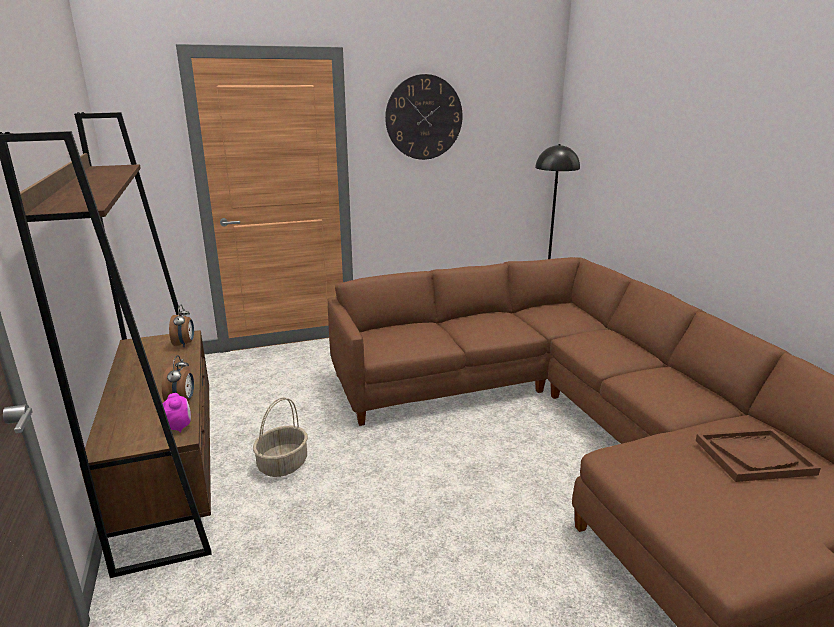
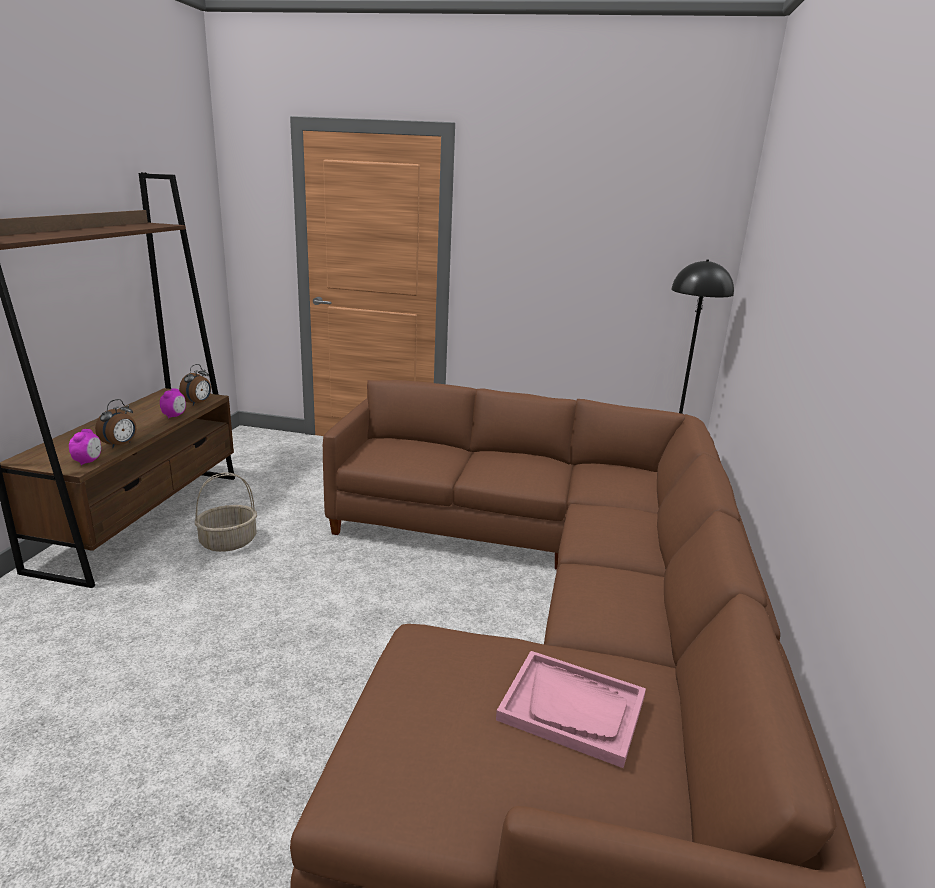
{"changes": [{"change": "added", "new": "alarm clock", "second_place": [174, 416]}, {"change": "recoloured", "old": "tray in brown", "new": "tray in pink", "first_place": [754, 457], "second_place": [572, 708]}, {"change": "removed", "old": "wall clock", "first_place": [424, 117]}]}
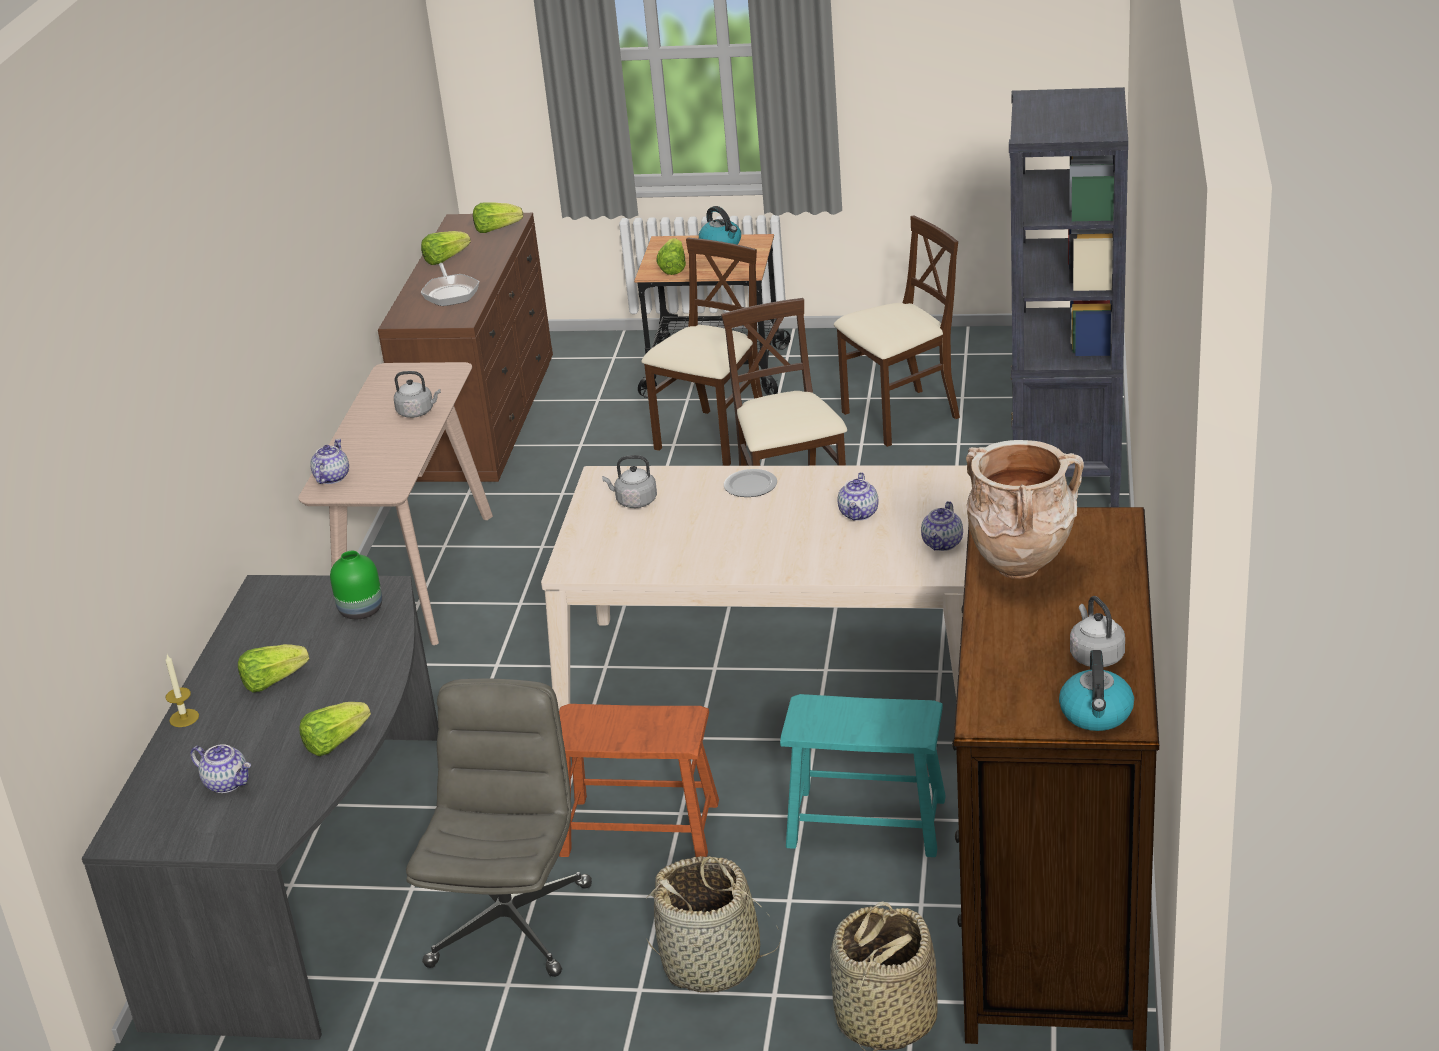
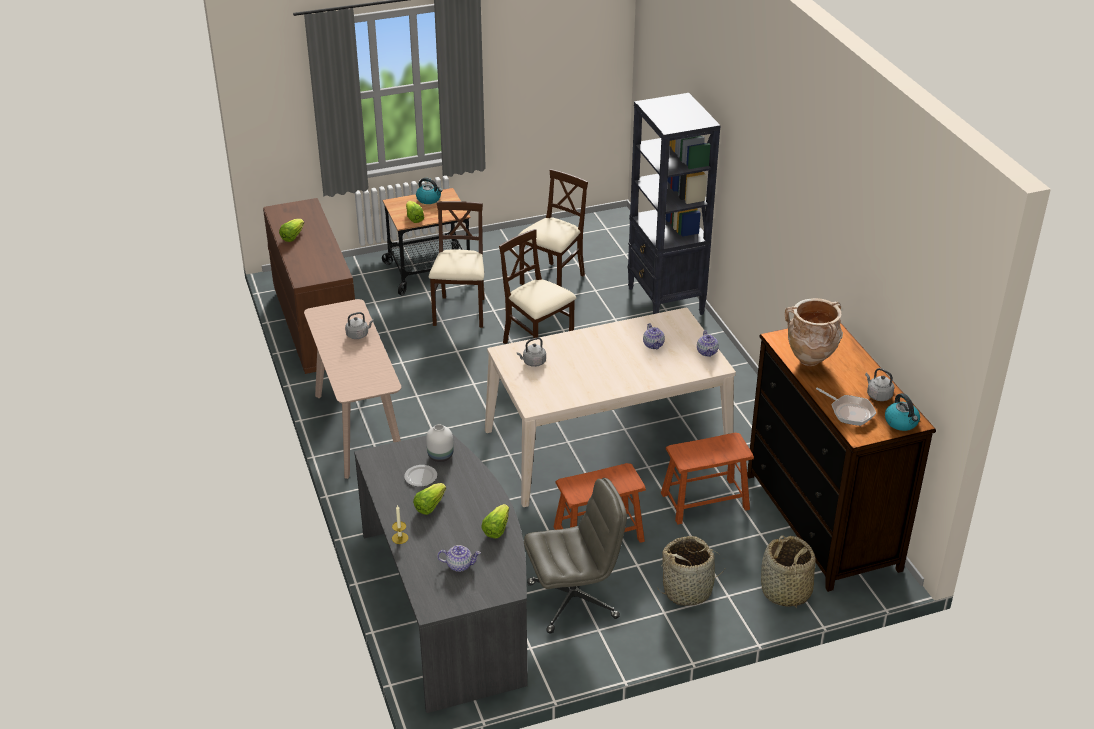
{"changes": [{"change": "moved", "old": "plate", "first_place": [751, 485], "second_place": [421, 476]}, {"change": "recoloured", "old": "vase in green", "new": "vase in white", "first_place": [362, 610], "second_place": [440, 455]}, {"change": "turned", "old": "office chair in grey", "first_place": [510, 923], "second_place": [574, 600], "degrees": 90}, {"change": "recoloured", "old": "stool in turquoise", "new": "stool in brown", "first_place": [866, 822], "second_place": [705, 501]}, {"change": "moved", "old": "frying pan", "first_place": [450, 293], "second_place": [849, 412]}, {"change": "removed", "old": "teapot", "first_place": [331, 477]}, {"change": "removed", "old": "lettuce", "first_place": [496, 229]}]}
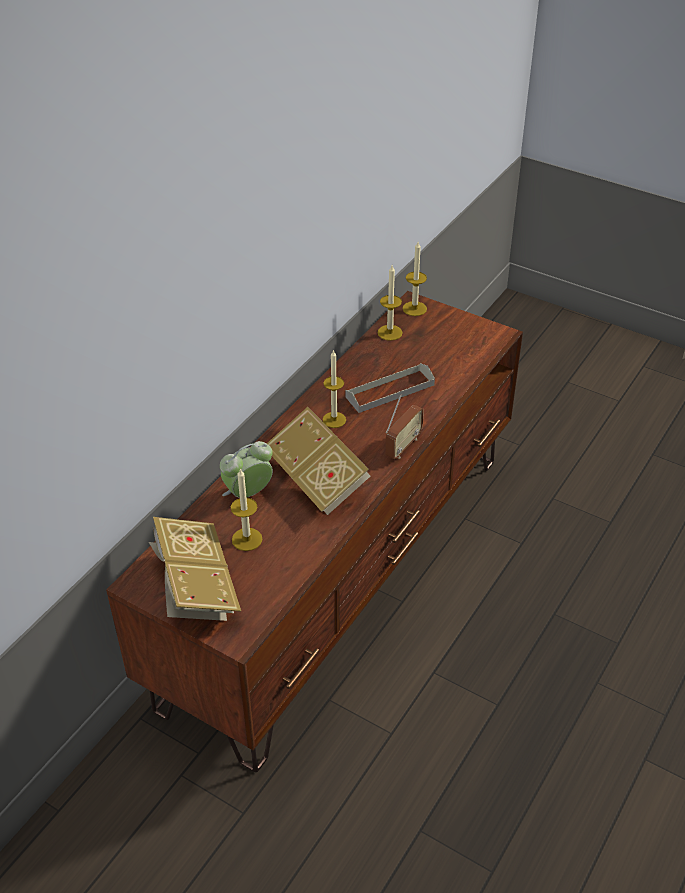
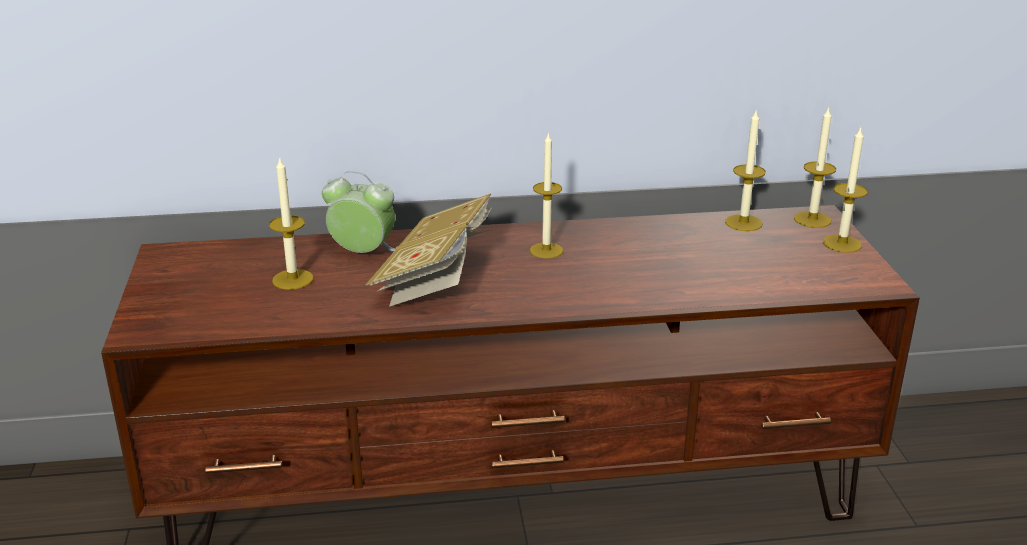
{"changes": [{"change": "added", "new": "candle", "second_place": [842, 243]}, {"change": "removed", "old": "book", "first_place": [195, 587]}, {"change": "removed", "old": "tray in grey", "first_place": [390, 391]}, {"change": "removed", "old": "radio", "first_place": [403, 446]}]}
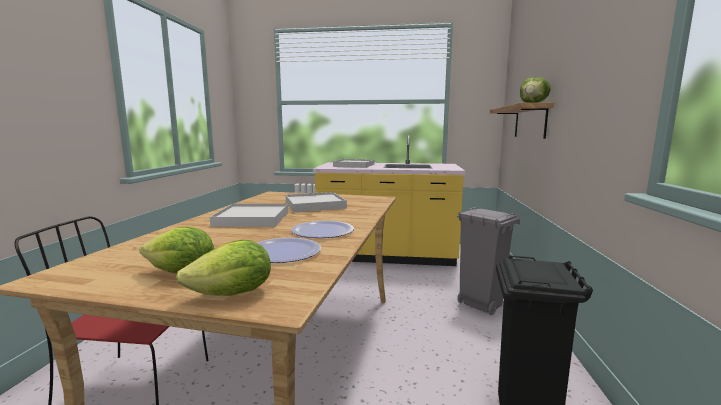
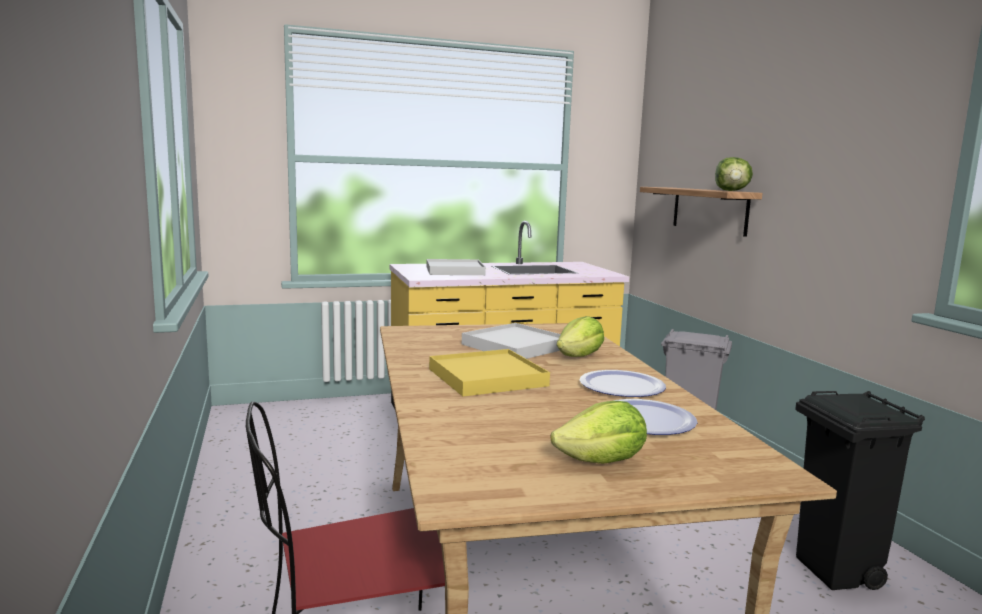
{"changes": [{"change": "recoloured", "old": "tray in white", "new": "tray in yellow", "first_place": [252, 218], "second_place": [487, 377]}, {"change": "moved", "old": "lettuce", "first_place": [233, 294], "second_place": [580, 357]}]}
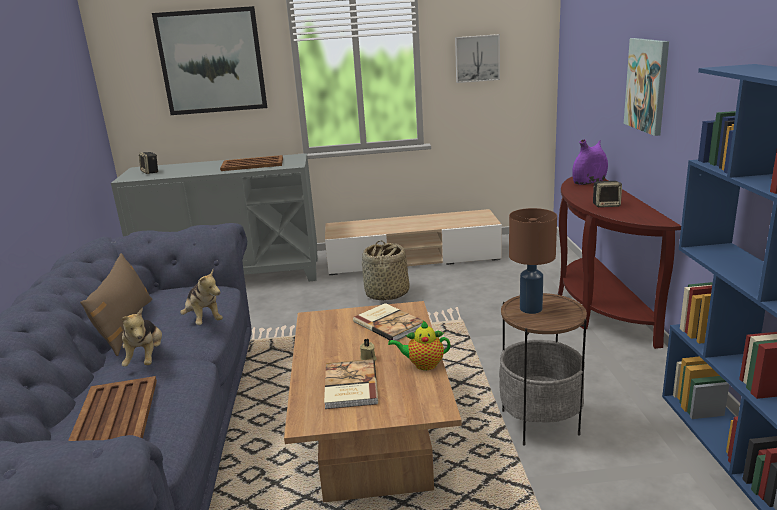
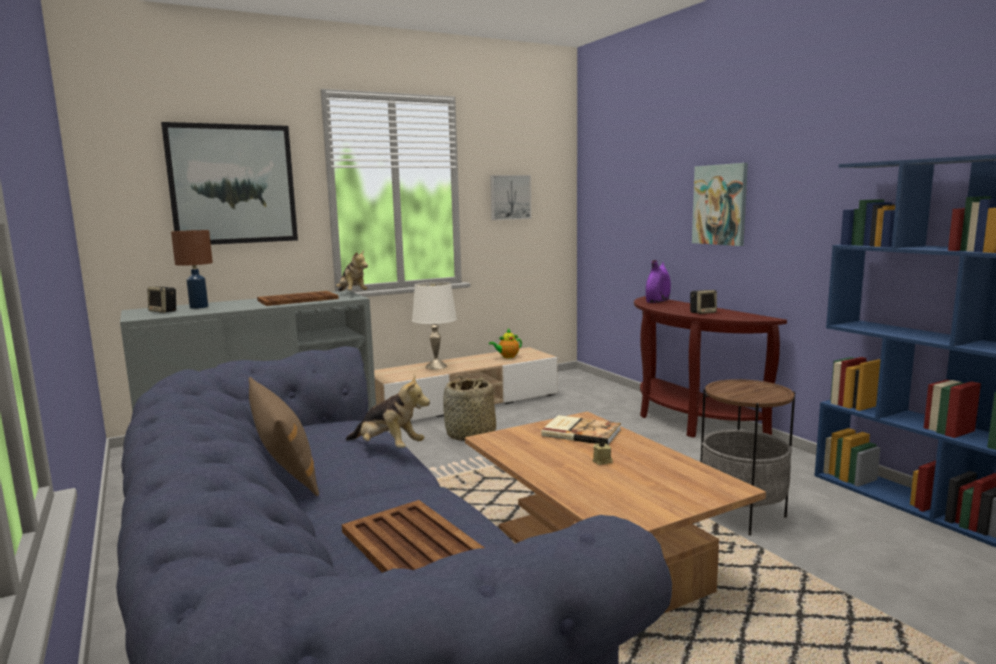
{"changes": [{"change": "moved", "old": "table lamp in brown", "first_place": [531, 309], "second_place": [199, 307]}, {"change": "moved", "old": "plush toy", "first_place": [146, 358], "second_place": [352, 294]}, {"change": "added", "new": "table lamp in white", "second_place": [436, 366]}, {"change": "moved", "old": "teapot", "first_place": [423, 365], "second_place": [507, 357]}, {"change": "removed", "old": "book", "first_place": [349, 386]}]}
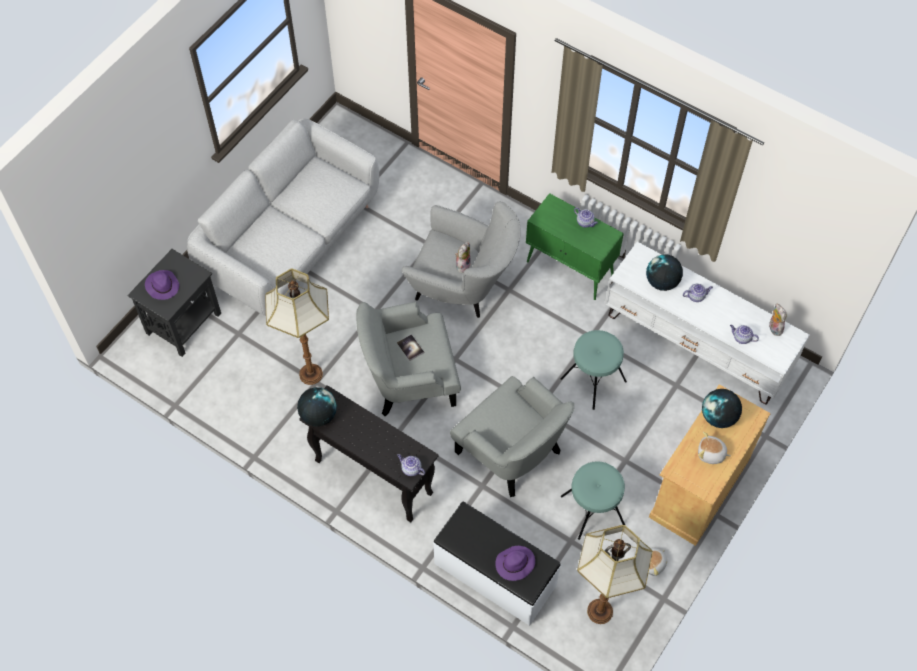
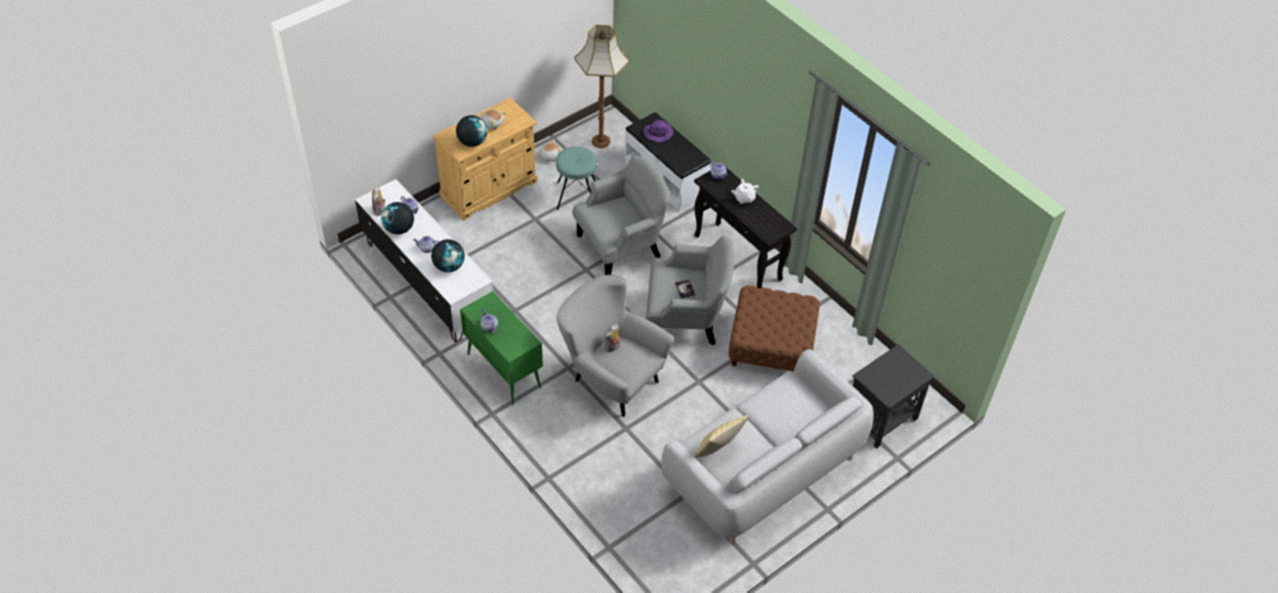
{"changes": [{"change": "moved", "old": "globe", "first_place": [318, 415], "second_place": [399, 229]}, {"change": "turned", "old": "armchair in grey", "first_place": [511, 452], "second_place": [621, 246], "degrees": 90}, {"change": "added", "new": "pillow", "second_place": [718, 449]}, {"change": "replaced", "old": "floor lamp", "new": "ottoman in brown", "first_place": [310, 374], "second_place": [772, 344]}, {"change": "added", "new": "teapot in white", "second_place": [744, 198]}, {"change": "removed", "old": "hat in purple", "first_place": [162, 286]}, {"change": "removed", "old": "stool in turquoise", "first_place": [593, 380]}]}
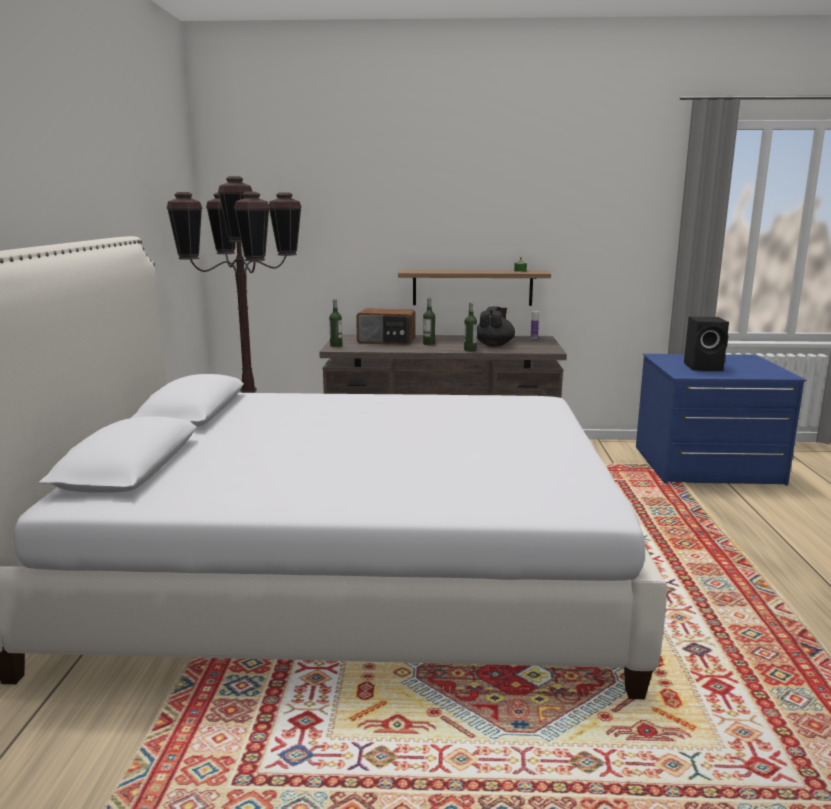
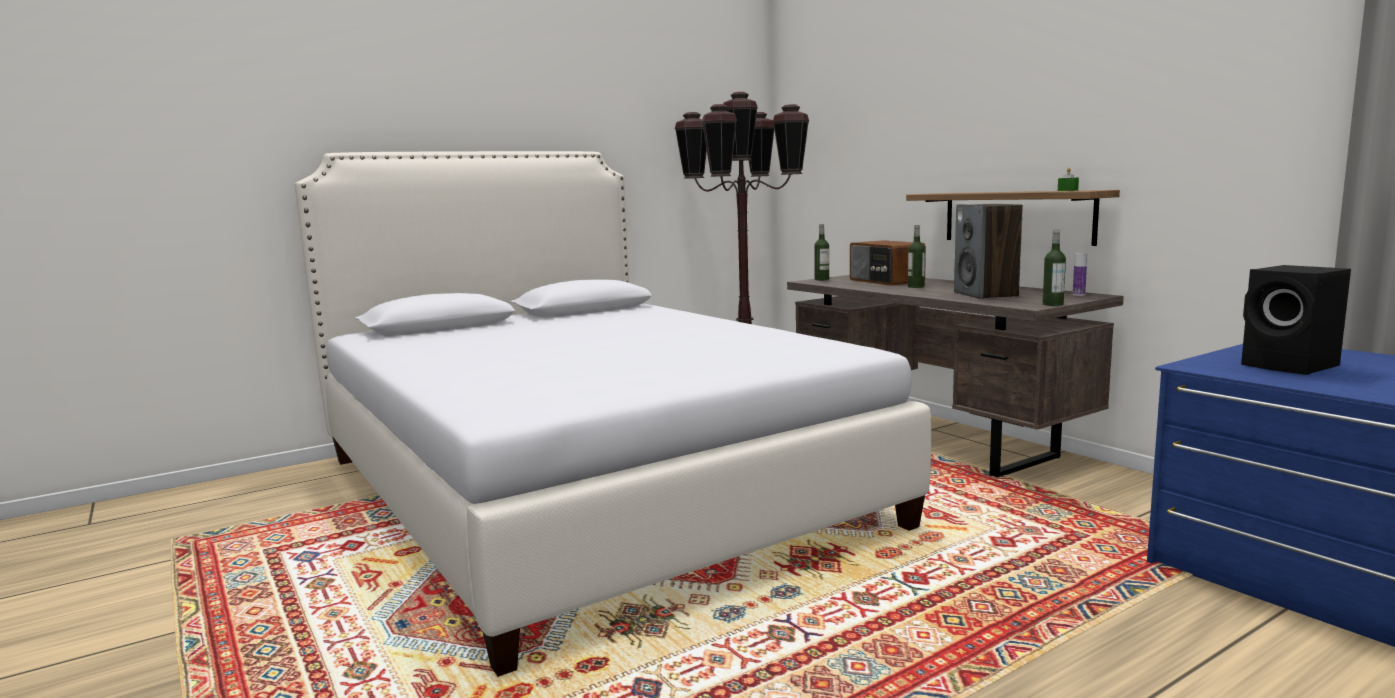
{"changes": [{"change": "replaced", "old": "teapot in black", "new": "speaker", "first_place": [494, 345], "second_place": [986, 294]}, {"change": "moved", "old": "bottle", "first_place": [470, 350], "second_place": [1052, 304]}]}
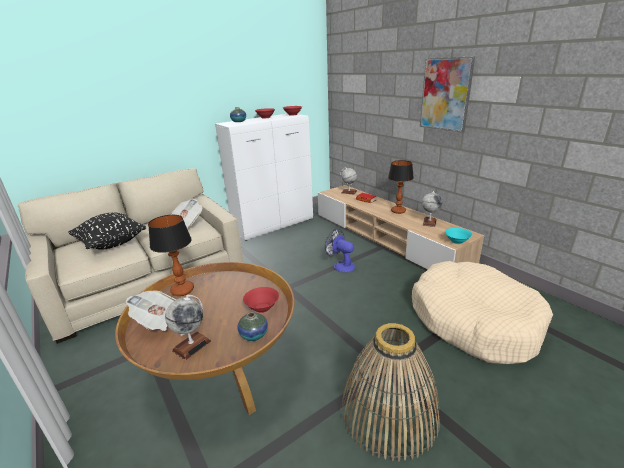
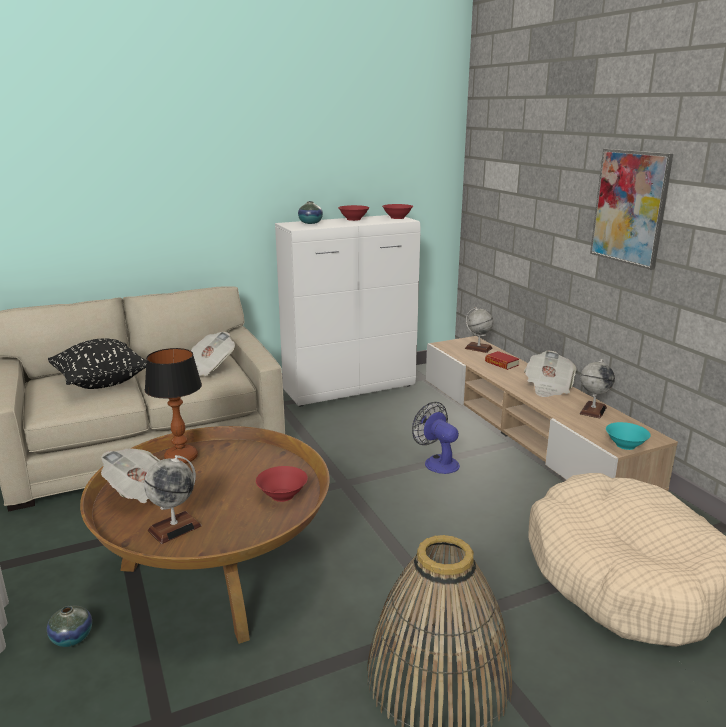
{"changes": [{"change": "moved", "old": "vase", "first_place": [254, 335], "second_place": [72, 638]}, {"change": "replaced", "old": "table lamp", "new": "newspaper", "first_place": [398, 211], "second_place": [548, 387]}]}
